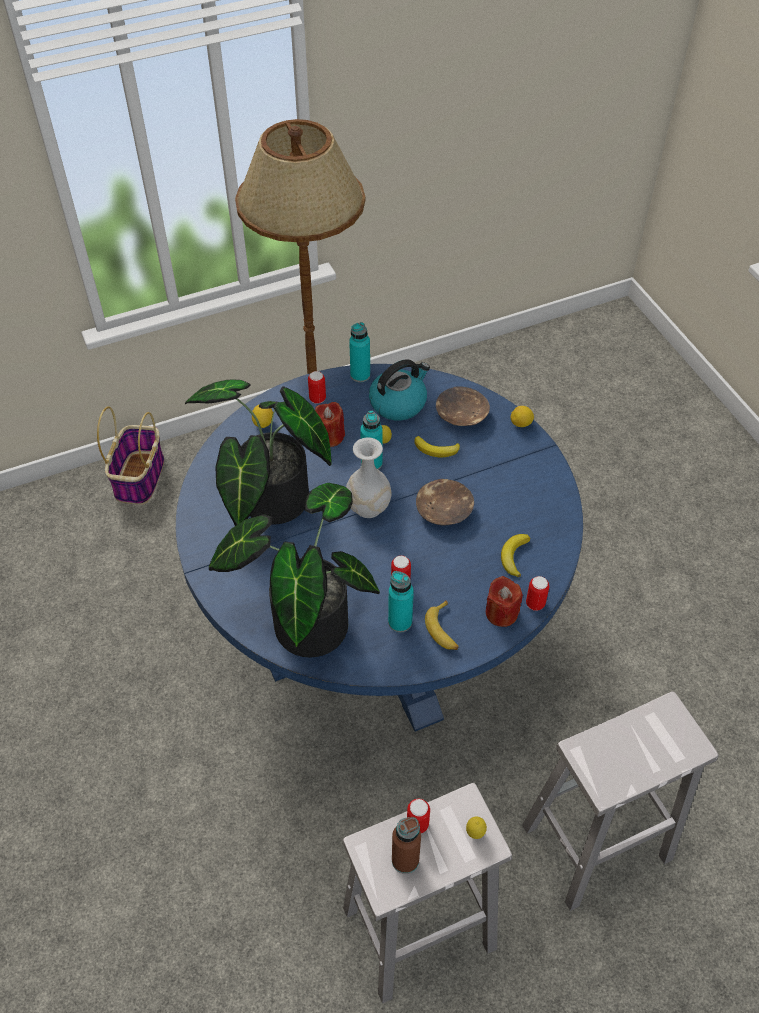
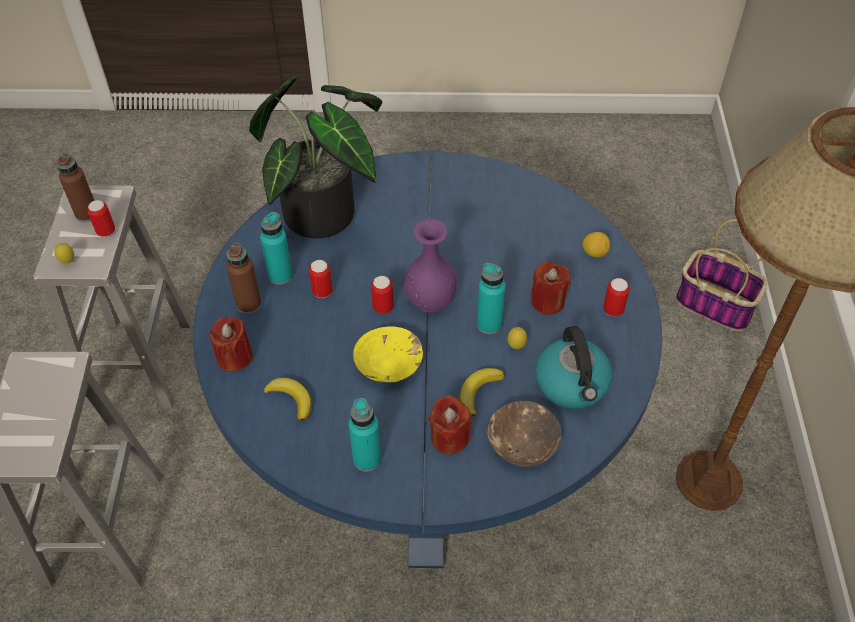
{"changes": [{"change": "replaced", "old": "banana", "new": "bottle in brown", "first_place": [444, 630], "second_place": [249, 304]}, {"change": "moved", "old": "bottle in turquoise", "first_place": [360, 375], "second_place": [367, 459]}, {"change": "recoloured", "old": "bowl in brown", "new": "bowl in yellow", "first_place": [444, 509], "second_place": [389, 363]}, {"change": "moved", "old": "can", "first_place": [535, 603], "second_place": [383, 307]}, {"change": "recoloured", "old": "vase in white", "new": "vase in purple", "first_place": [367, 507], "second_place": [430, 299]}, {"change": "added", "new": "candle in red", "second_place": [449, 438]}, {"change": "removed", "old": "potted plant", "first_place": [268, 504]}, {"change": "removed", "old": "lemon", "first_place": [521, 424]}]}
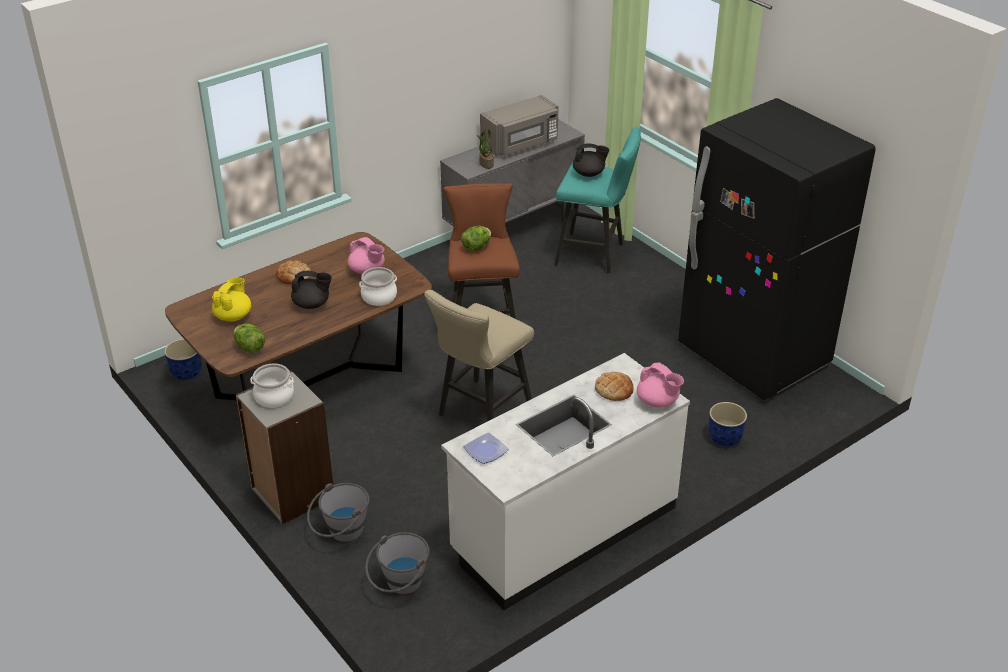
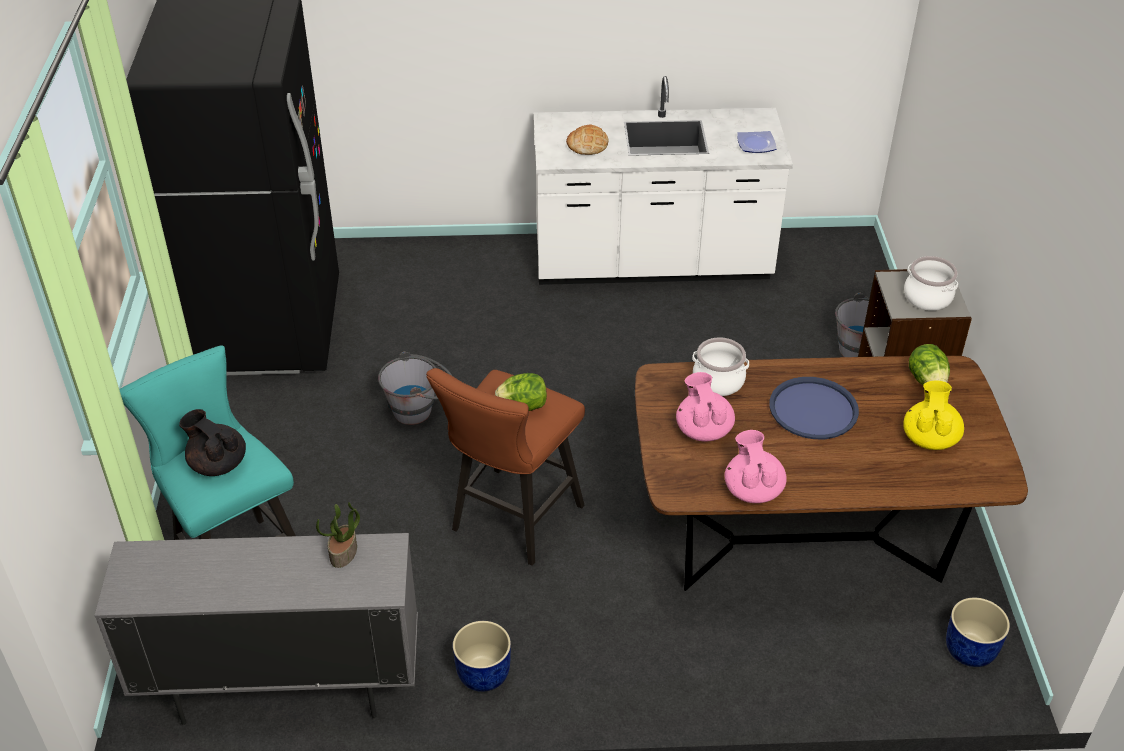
{"changes": [{"change": "moved", "old": "bucket in grey", "first_place": [399, 586], "second_place": [420, 409]}, {"change": "moved", "old": "planter in blue", "first_place": [724, 438], "second_place": [484, 674]}, {"change": "moved", "old": "teapot in pink", "first_place": [658, 401], "second_place": [752, 490]}, {"change": "replaced", "old": "teapot in black", "new": "tray in blue", "first_place": [312, 304], "second_place": [813, 409]}, {"change": "turned", "old": "teapot in yellow", "first_place": [233, 316], "second_place": [929, 438], "degrees": 135}, {"change": "removed", "old": "bread", "first_place": [294, 276]}, {"change": "removed", "old": "stool in beige", "first_place": [480, 414]}, {"change": "removed", "old": "microwave in grey", "first_place": [521, 144]}]}
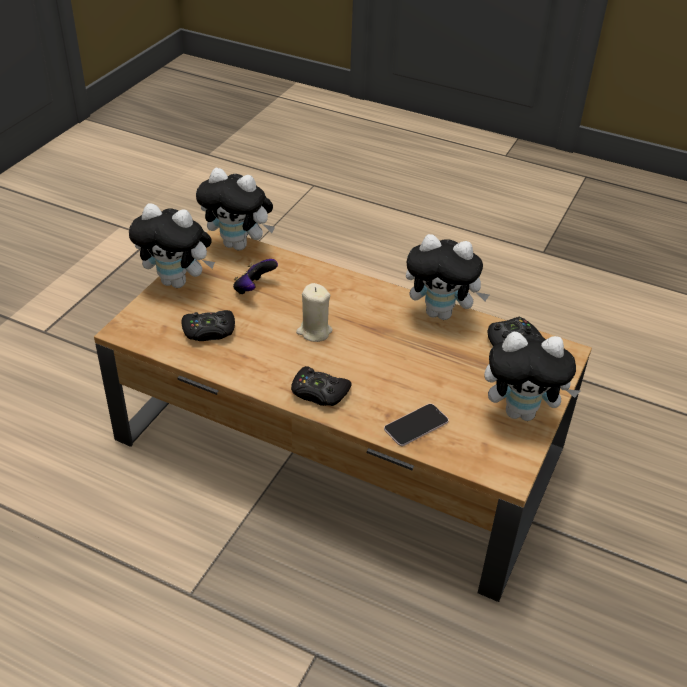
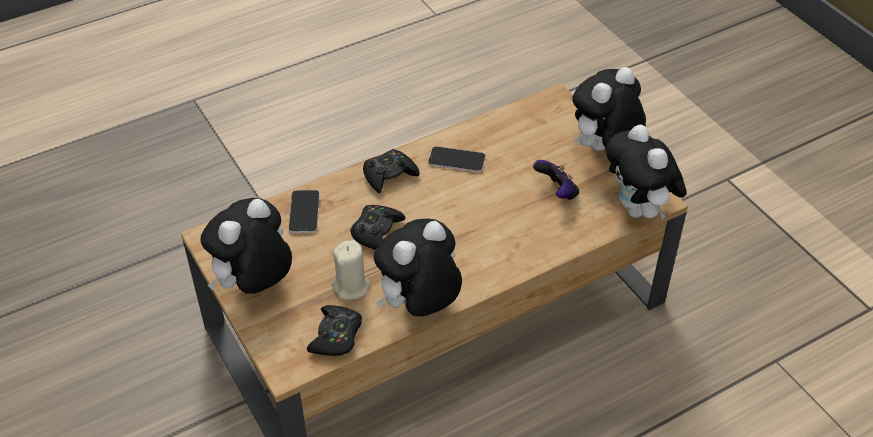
{"changes": [{"change": "moved", "old": "candle in beige", "first_place": [314, 331], "second_place": [351, 286]}, {"change": "moved", "old": "game controller in black", "first_place": [209, 331], "second_place": [376, 232]}, {"change": "added", "new": "phone", "second_place": [456, 160]}, {"change": "turned", "old": "plush toy", "first_place": [239, 245], "second_place": [639, 210], "degrees": -75}]}
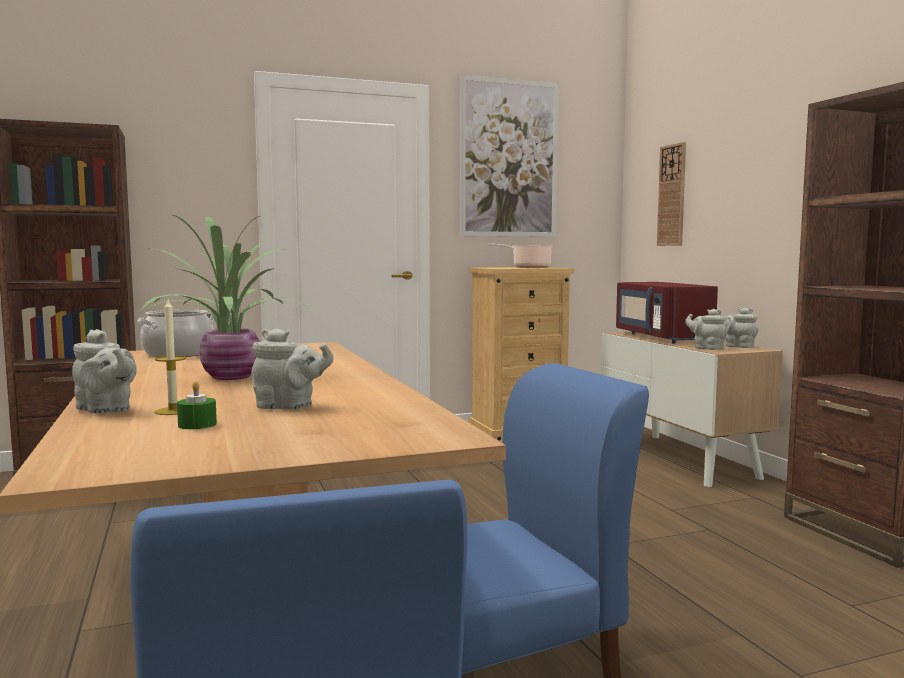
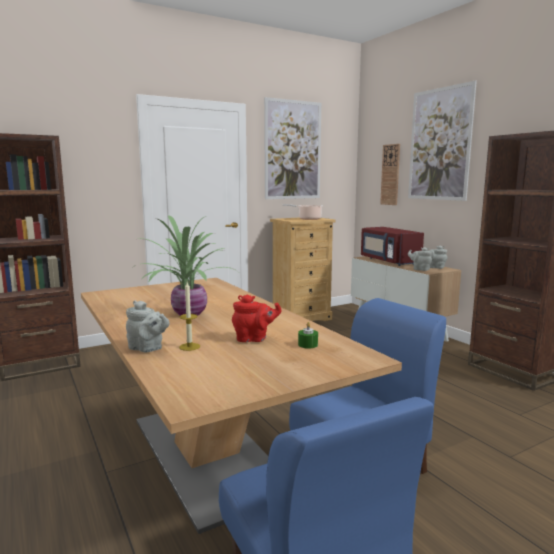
{"changes": [{"change": "recoloured", "old": "teapot in grey", "new": "teapot in red", "first_place": [289, 407], "second_place": [254, 339]}, {"change": "moved", "old": "candle in green", "first_place": [197, 424], "second_place": [308, 345]}, {"change": "added", "new": "picture", "second_place": [439, 144]}, {"change": "removed", "old": "cooking pot", "first_place": [178, 354]}]}
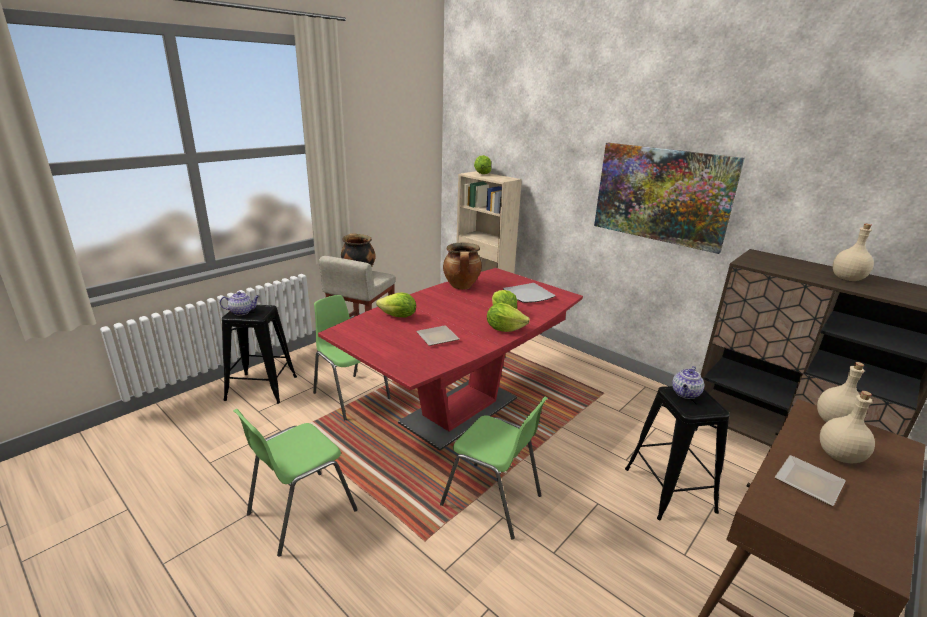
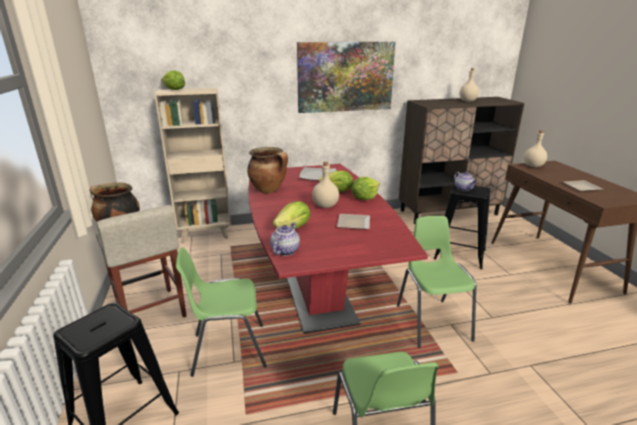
{"changes": [{"change": "moved", "old": "teapot", "first_place": [242, 312], "second_place": [285, 250]}, {"change": "moved", "old": "bottle in beige", "first_place": [839, 455], "second_place": [325, 205]}, {"change": "turned", "old": "chair in green", "first_place": [492, 500], "second_place": [432, 322], "degrees": -75}]}
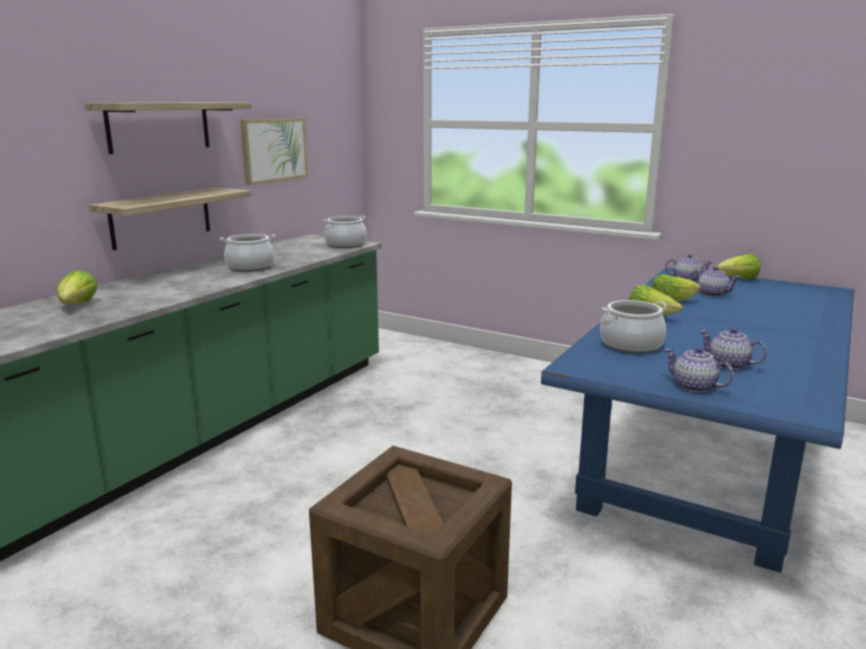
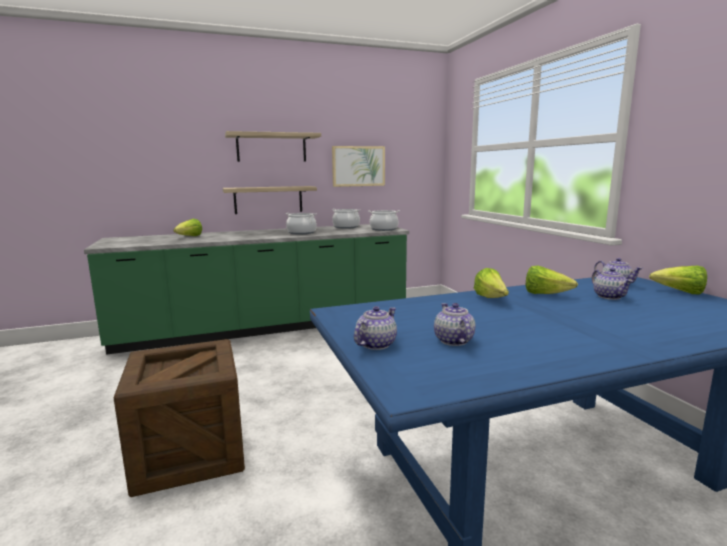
{"changes": [{"change": "moved", "old": "cooking pot", "first_place": [630, 345], "second_place": [346, 227]}, {"change": "turned", "old": "teapot", "first_place": [694, 387], "second_place": [375, 344], "degrees": 45}]}
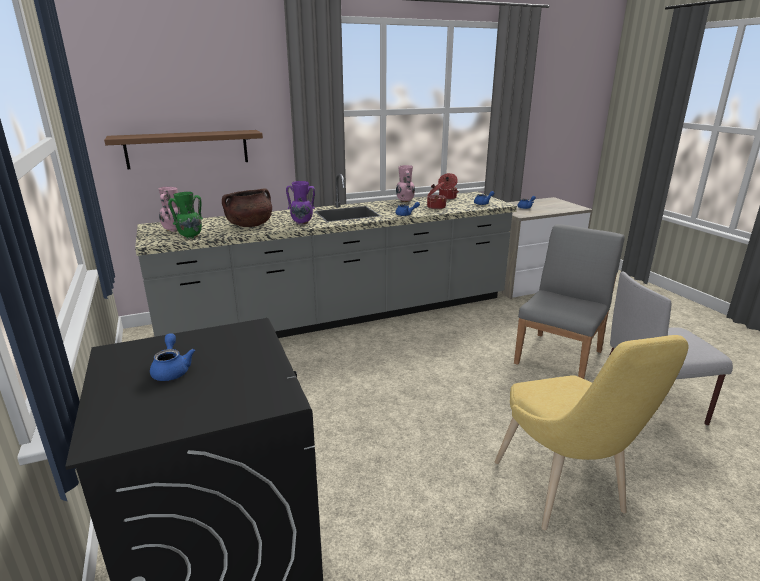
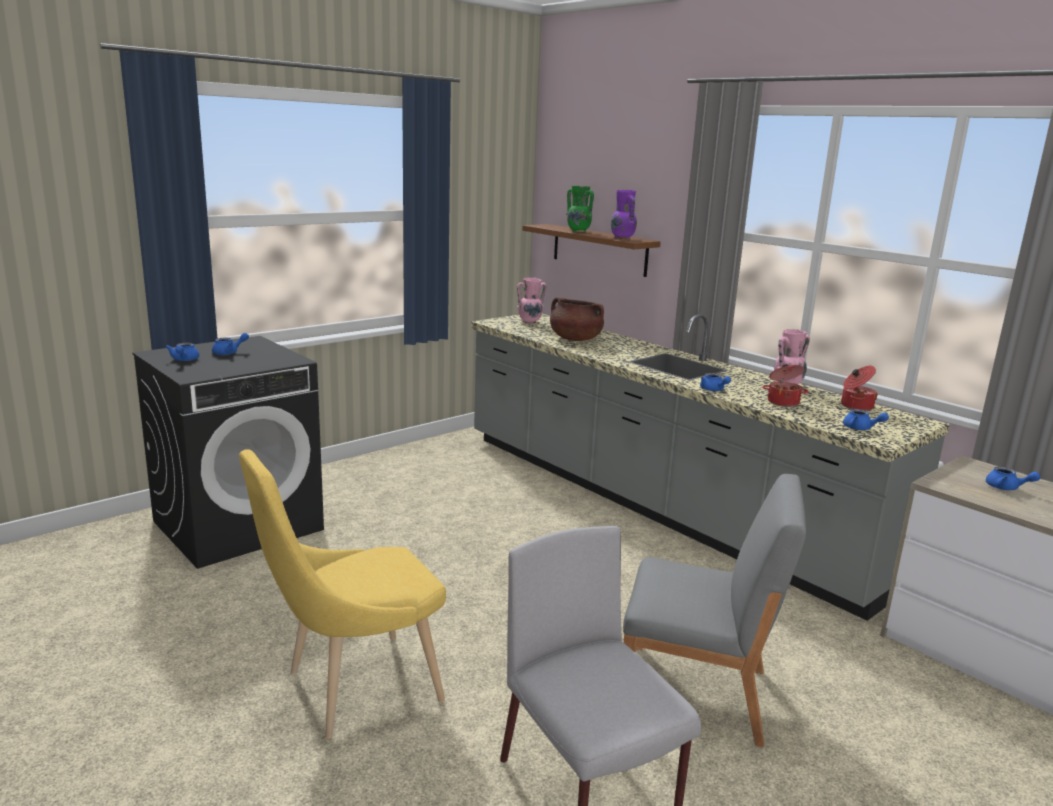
{"changes": [{"change": "added", "new": "teapot in blue", "second_place": [184, 360]}, {"change": "moved", "old": "vase in green", "first_place": [190, 237], "second_place": [578, 231]}, {"change": "moved", "old": "vase in purple", "first_place": [302, 223], "second_place": [622, 238]}]}
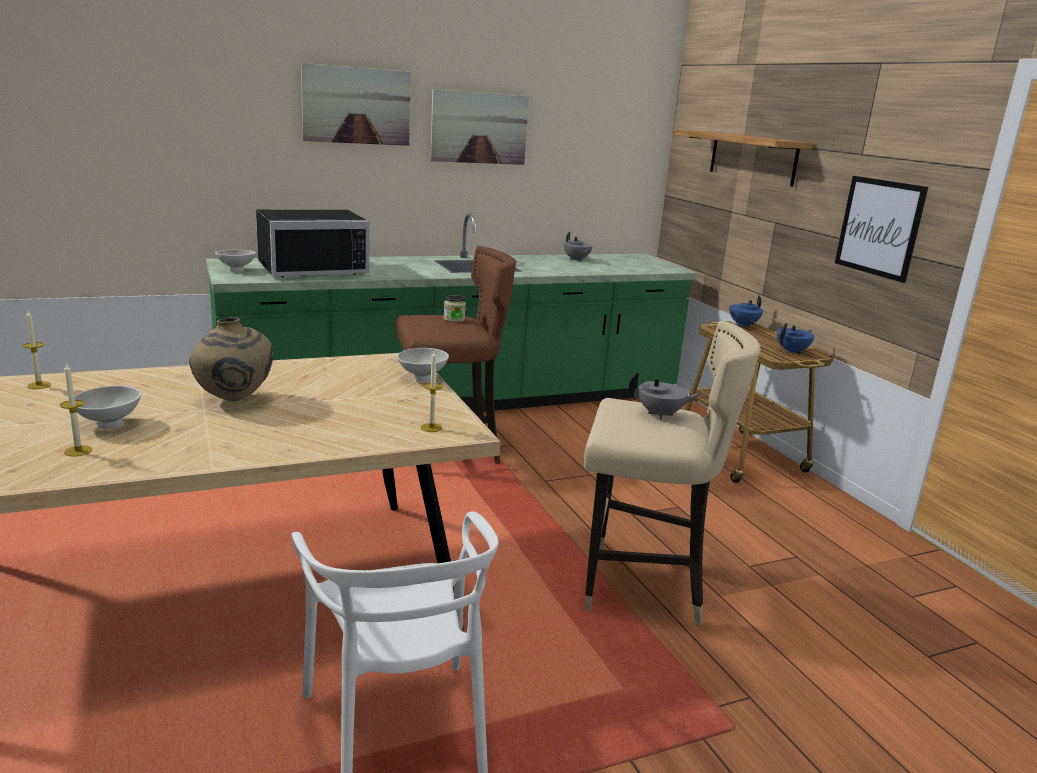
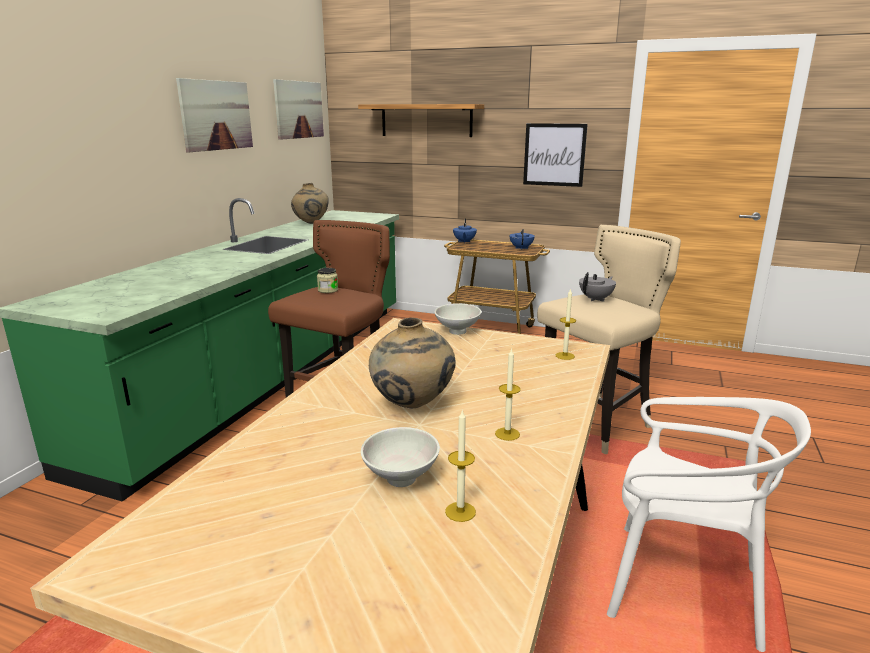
{"changes": [{"change": "moved", "old": "picture", "first_place": [356, 105], "second_place": [299, 109]}, {"change": "replaced", "old": "teapot in grey", "new": "vase in beige", "first_place": [576, 259], "second_place": [311, 223]}, {"change": "moved", "old": "candle", "first_place": [39, 385], "second_place": [507, 434]}, {"change": "removed", "old": "bowl in white", "first_place": [235, 270]}, {"change": "removed", "old": "microwave in black", "first_place": [311, 268]}]}
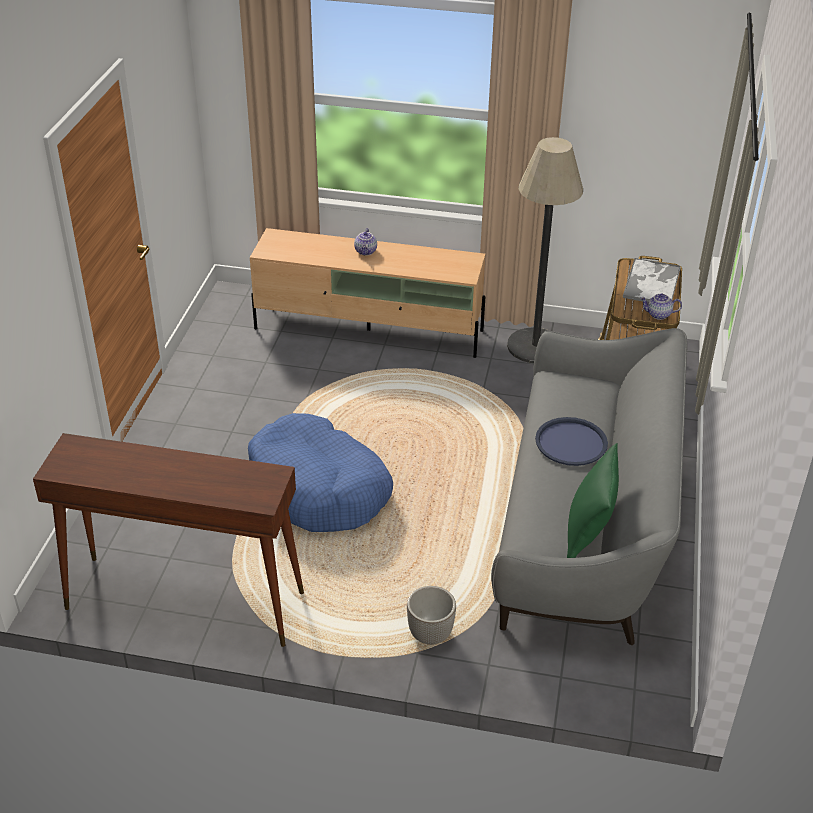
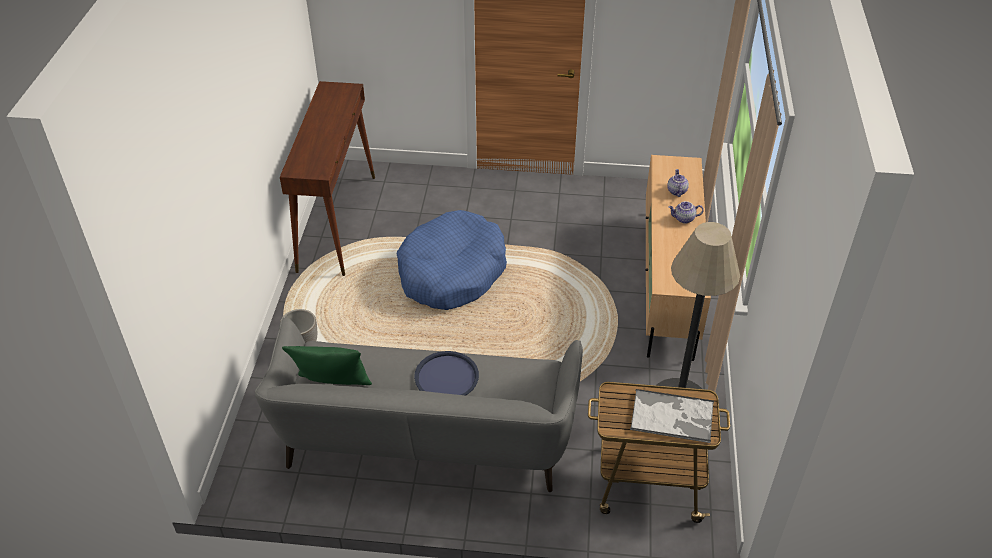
{"changes": [{"change": "moved", "old": "teapot", "first_place": [658, 315], "second_place": [676, 191]}]}
